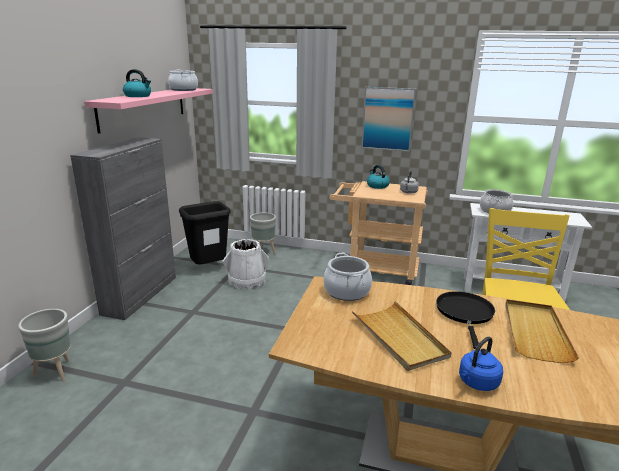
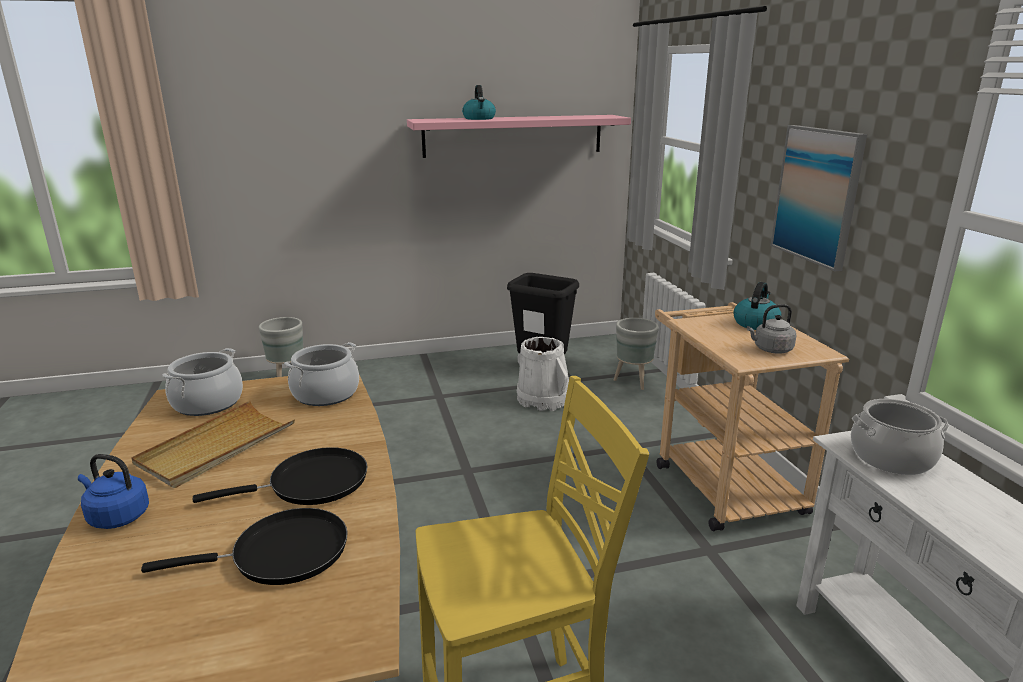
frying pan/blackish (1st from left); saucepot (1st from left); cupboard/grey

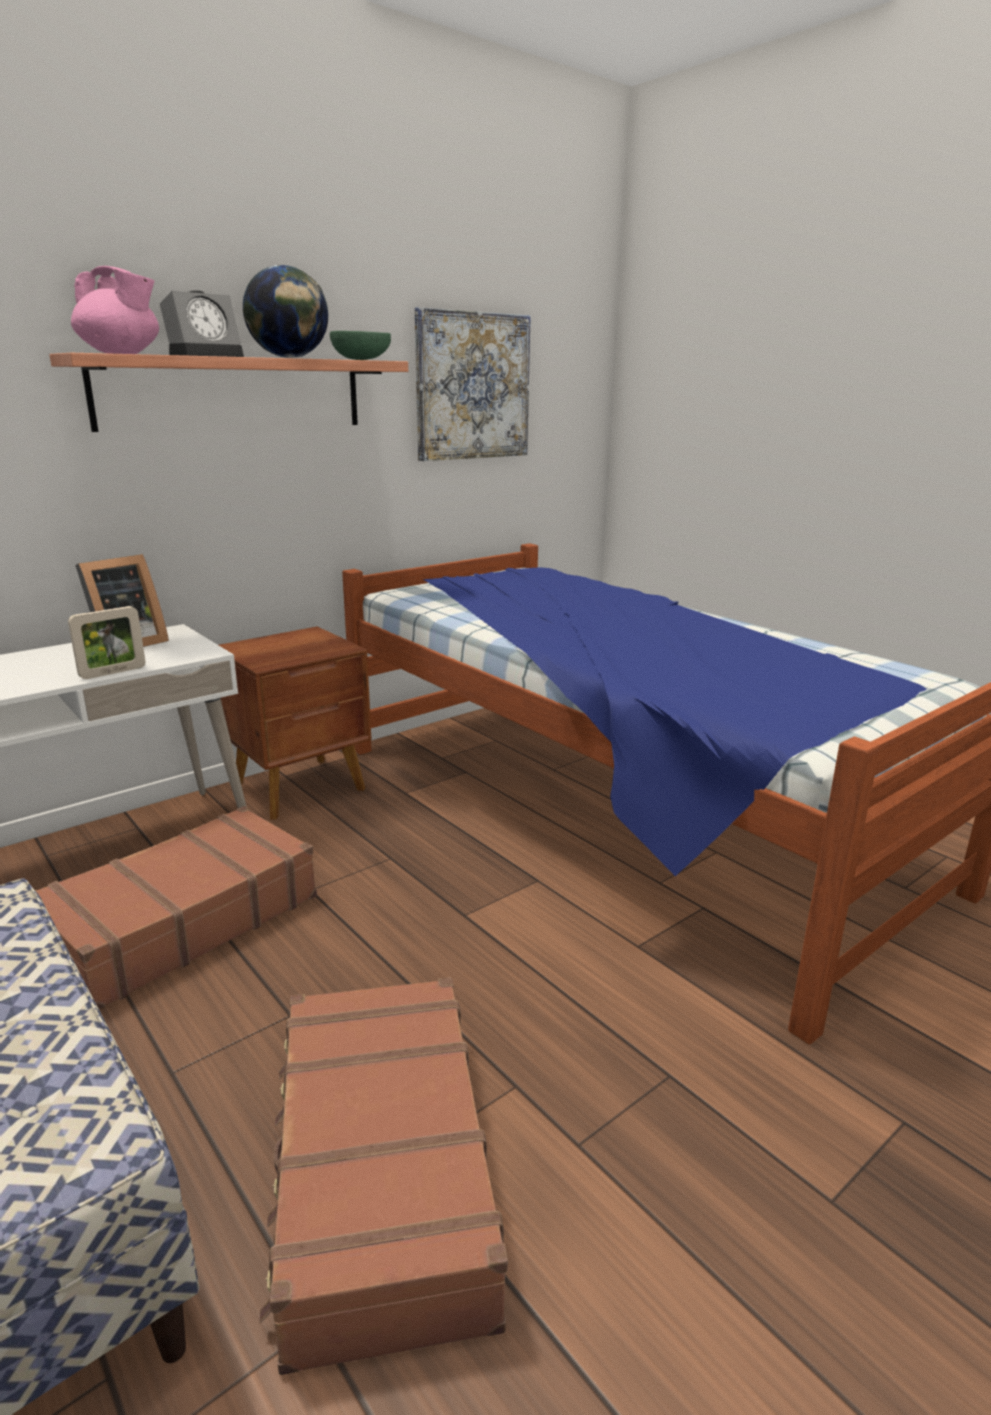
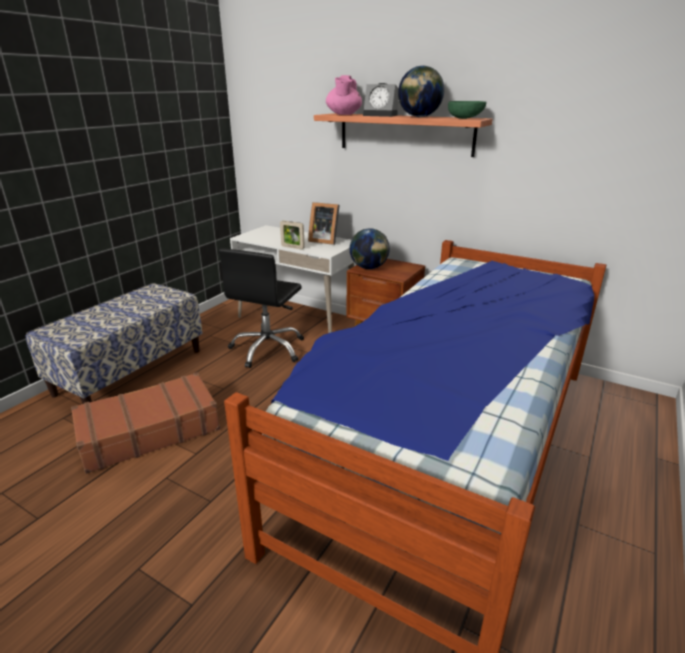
computer chair/blackish; desk globe (1st from left); wall art

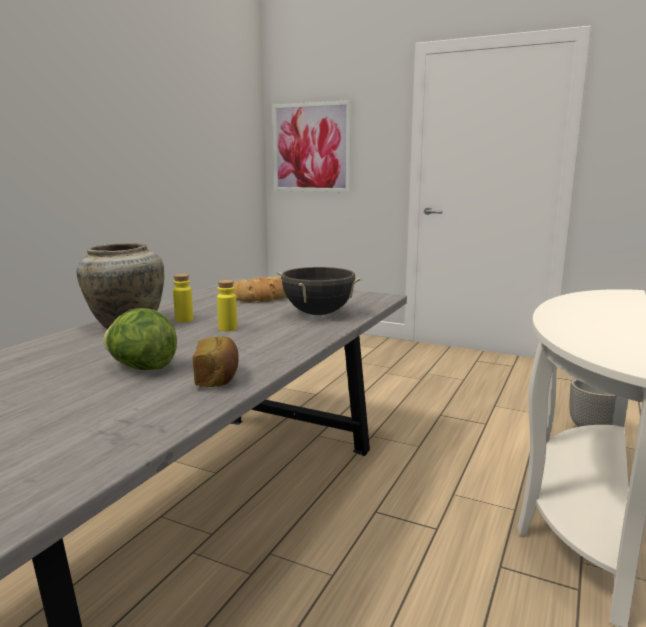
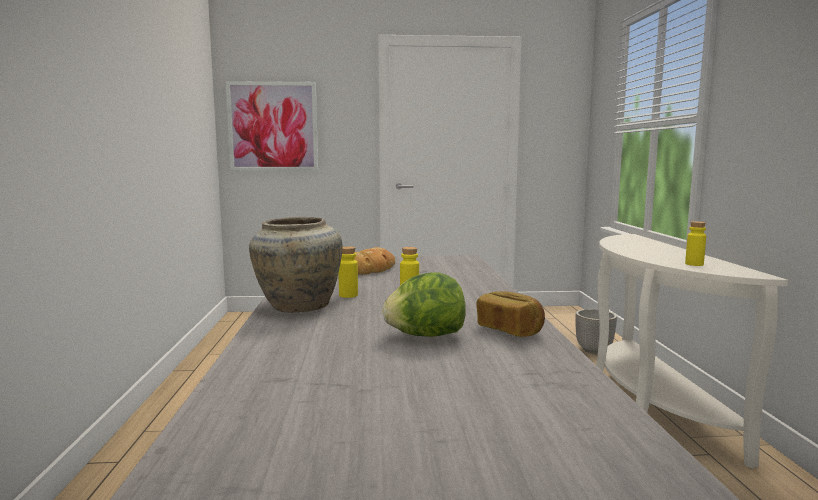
beverage bottle/yellow (3rd from left); saucepot/blackish

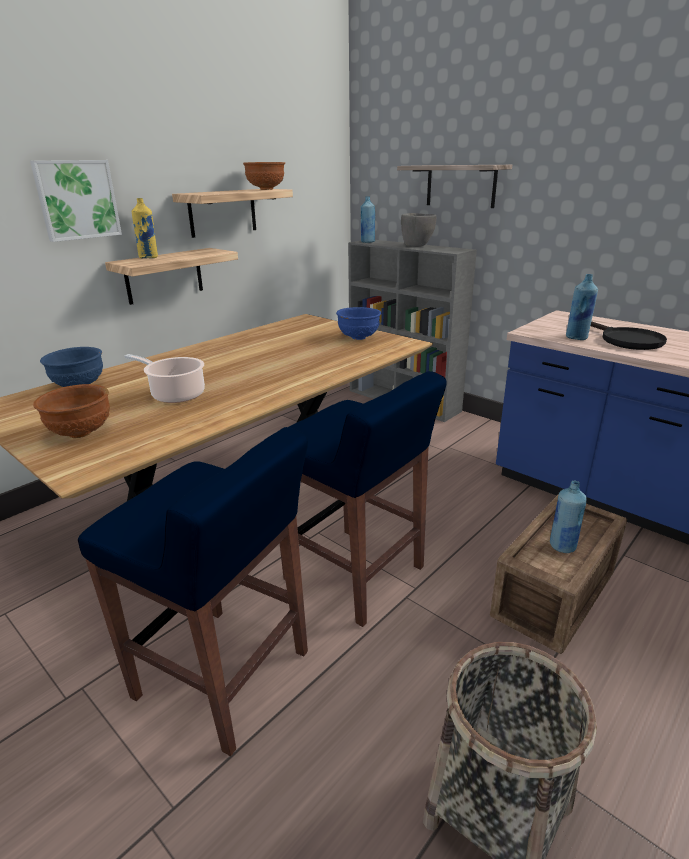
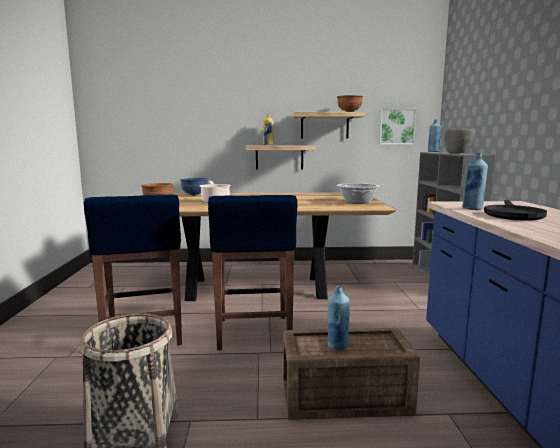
saucepot (2nd from left); wall art; bracket shelf (3rd from left in the first image)

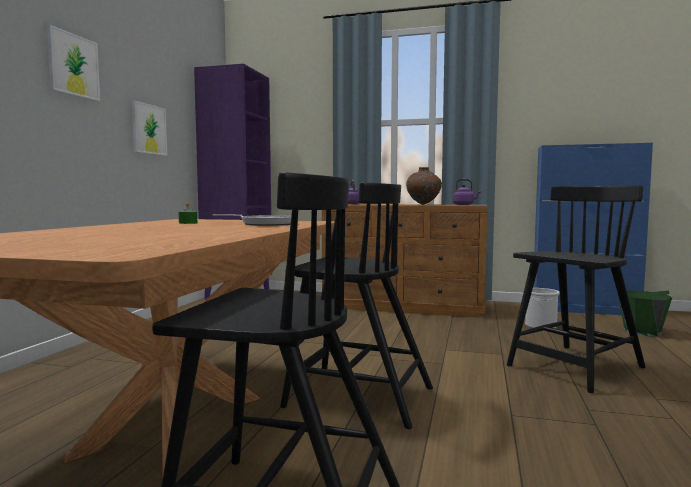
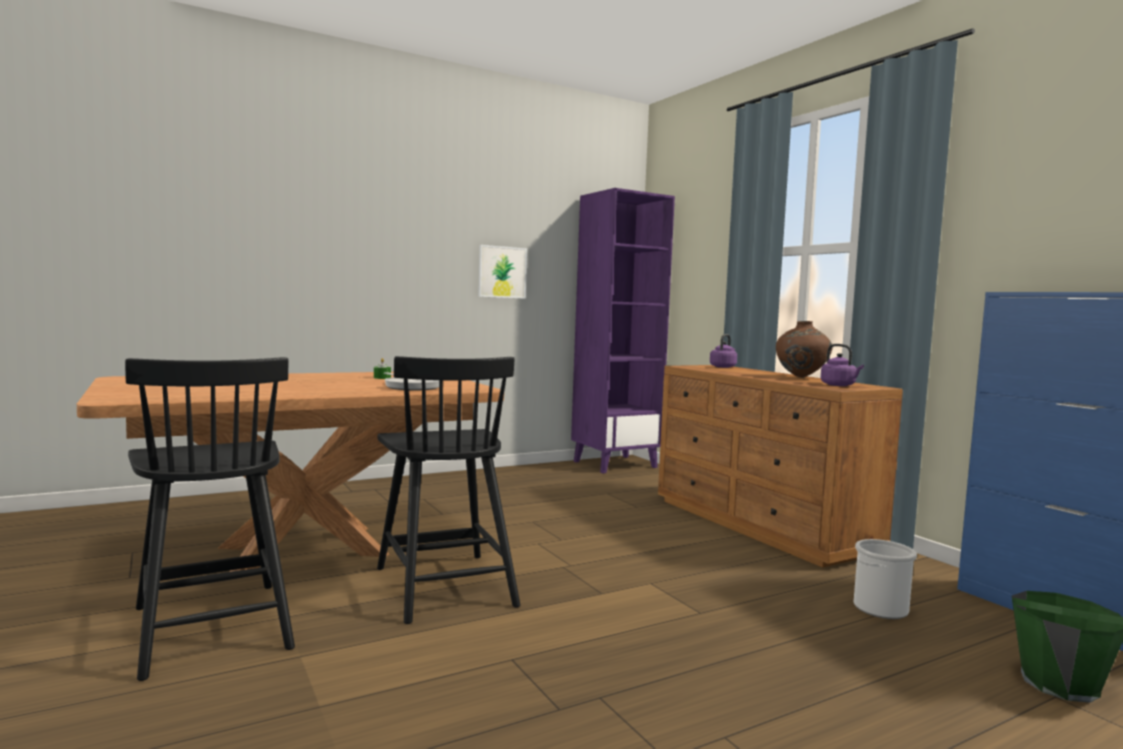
wall art (1st from left in the first image); chair/blackish (3rd from left in the first image)

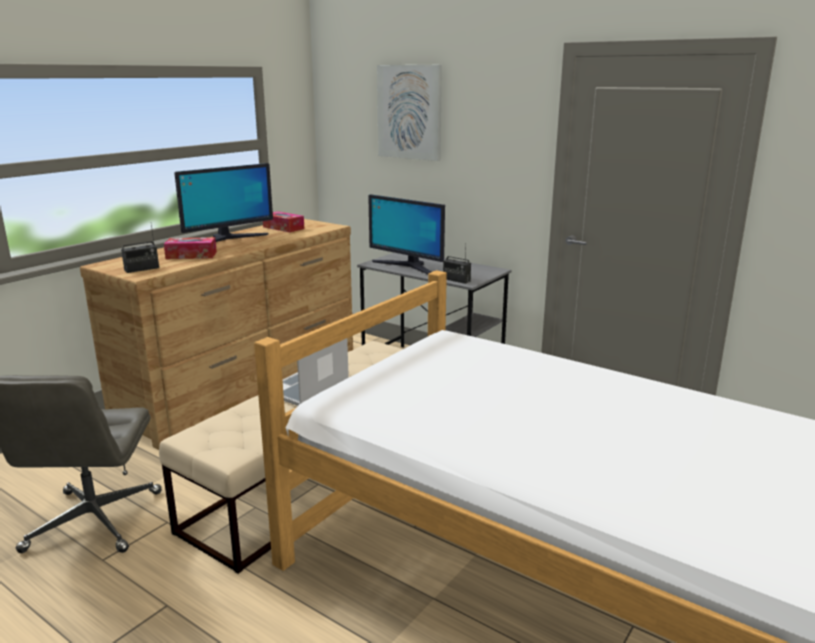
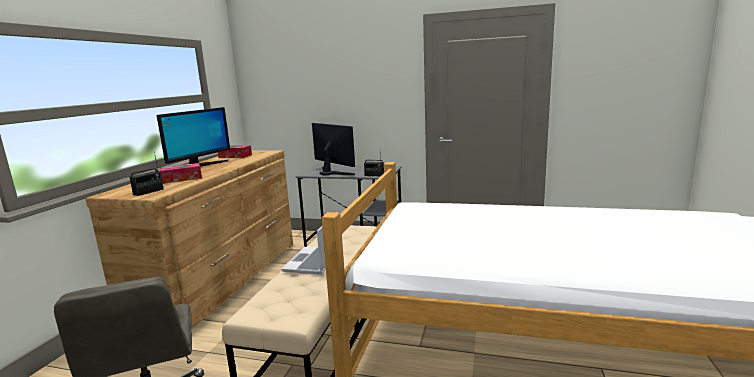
computer screen (2nd from left); wall art

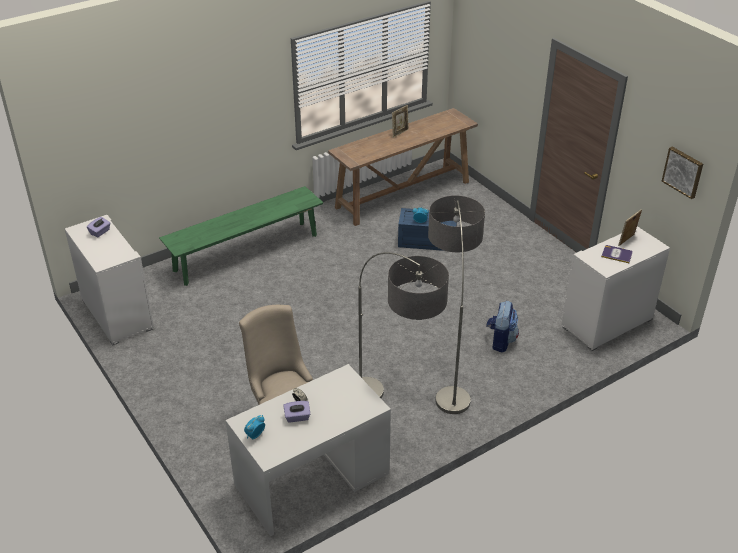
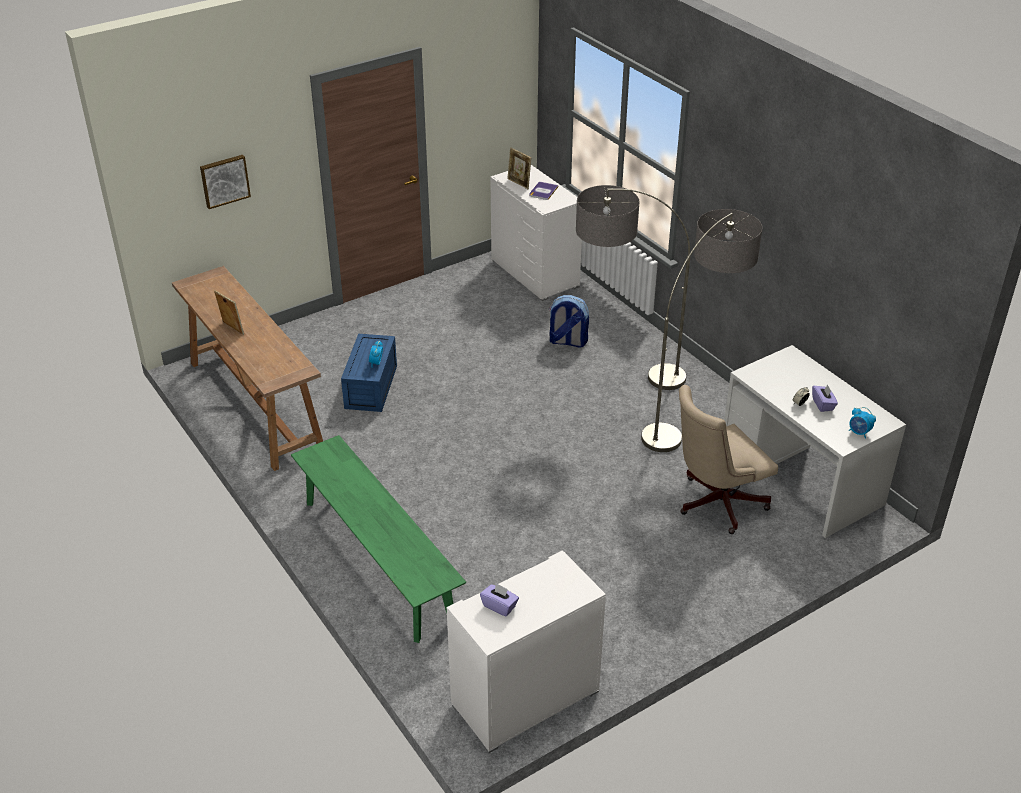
wall art

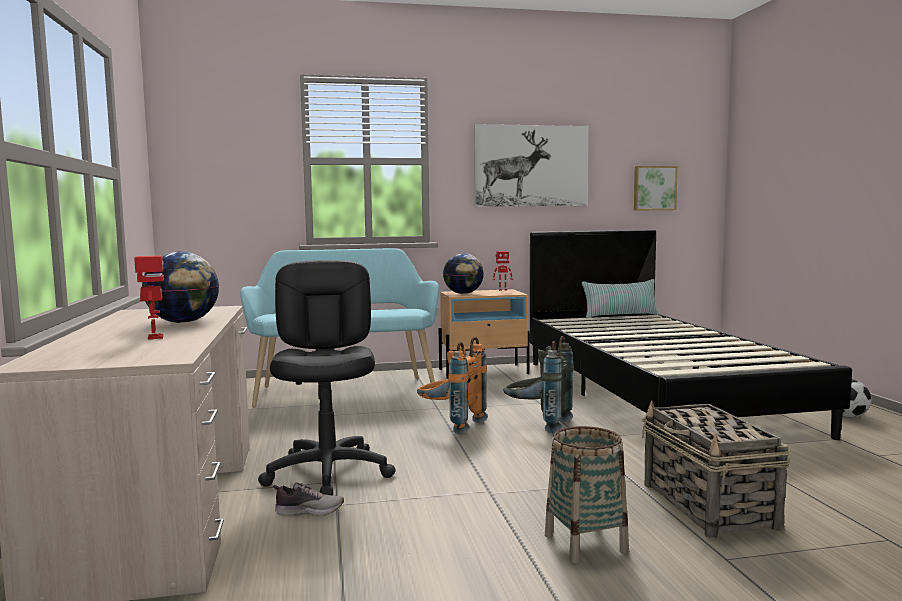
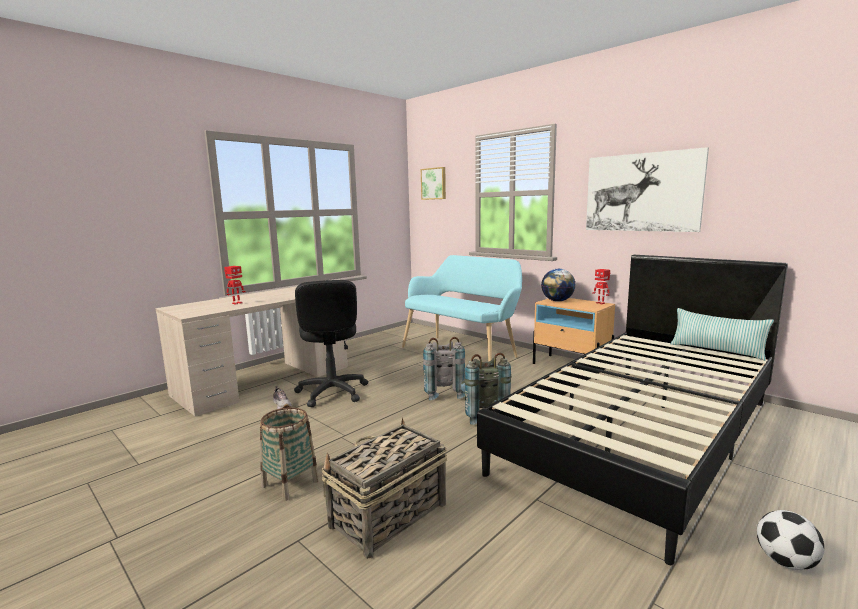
computer chair/blackish; wall art (1st from left); rucksack/grey (1st from left); desk globe (1st from left in the first image)

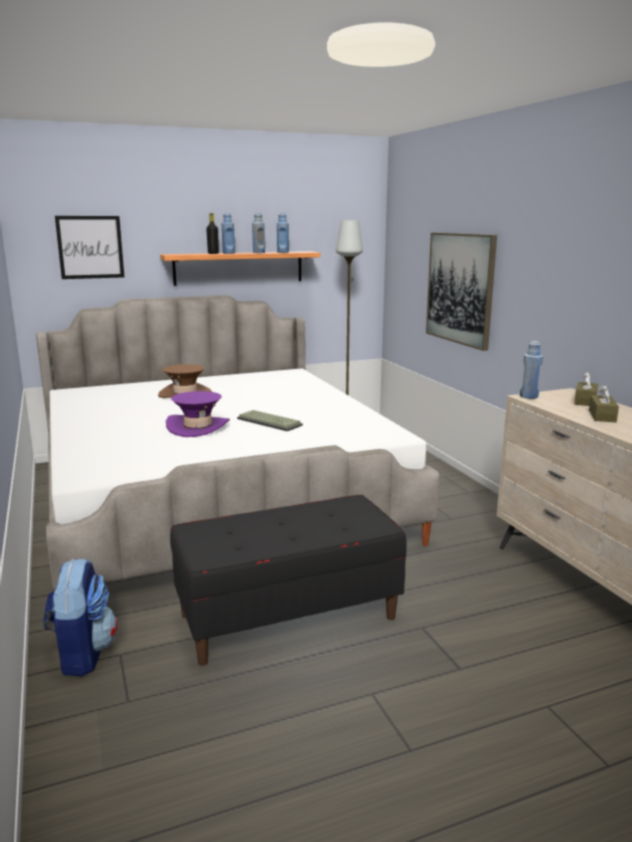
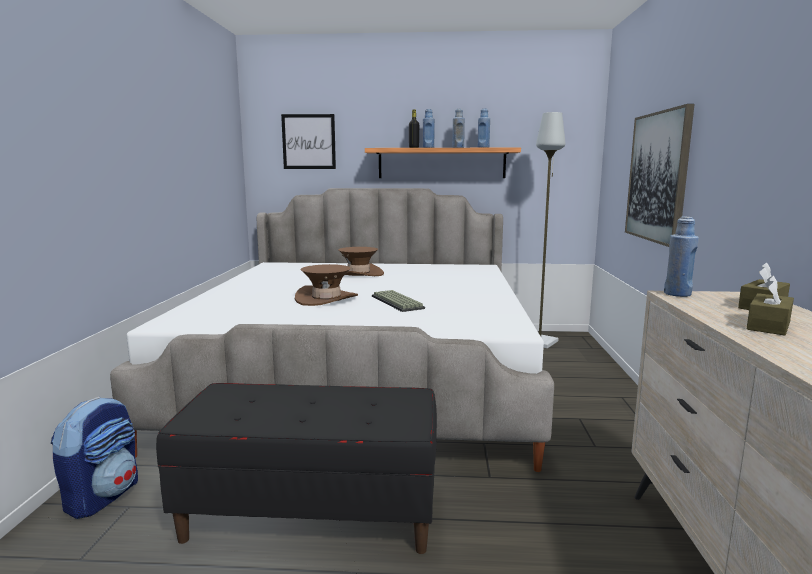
wearable hat/brown-coloured (1st from left)

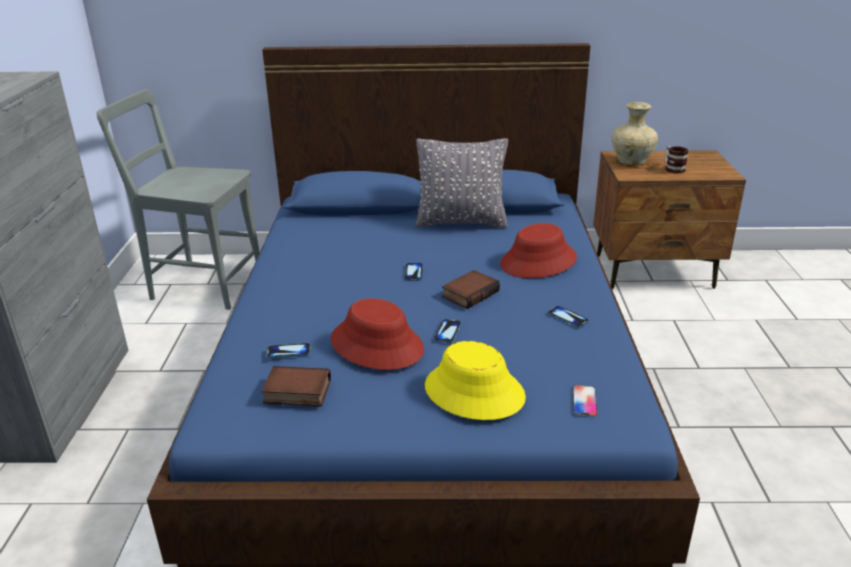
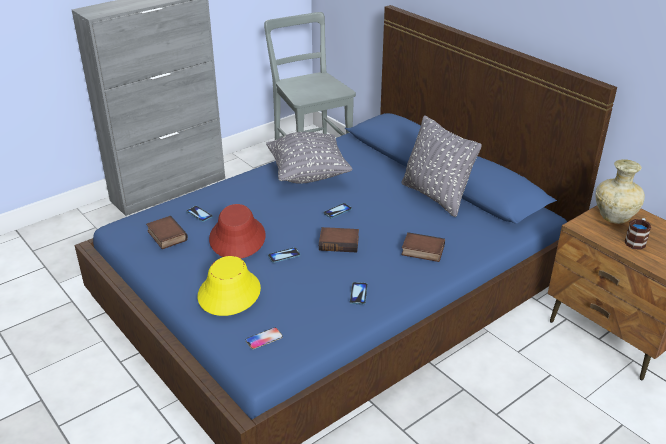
pillow/grey (1st from left); book (3rd from left)

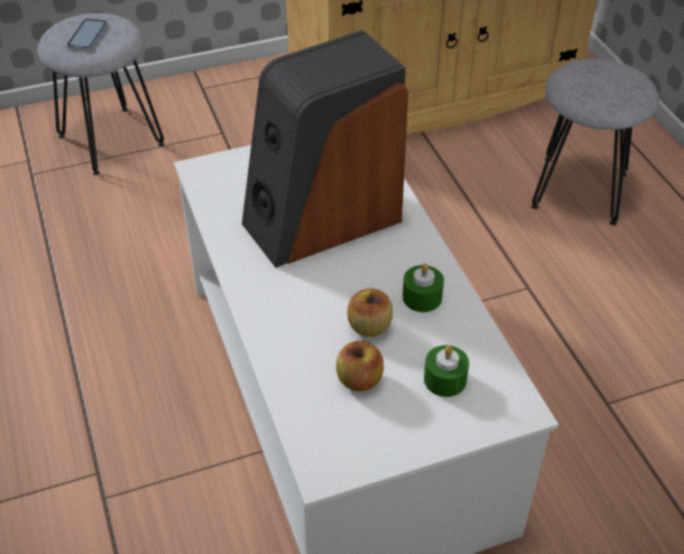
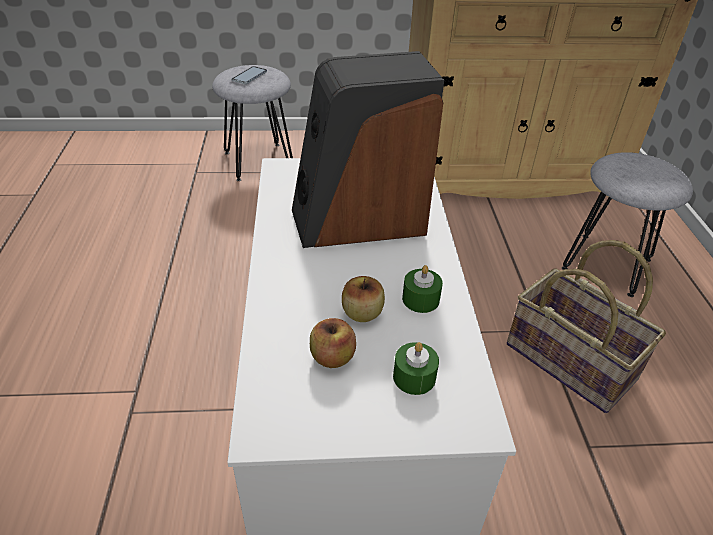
storage basket

